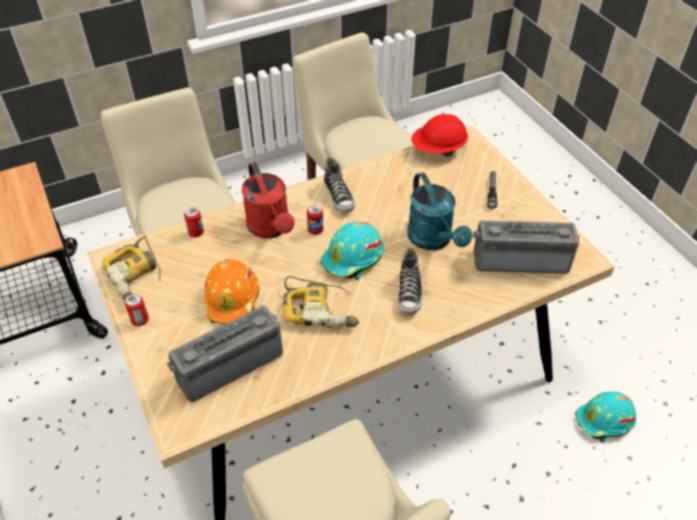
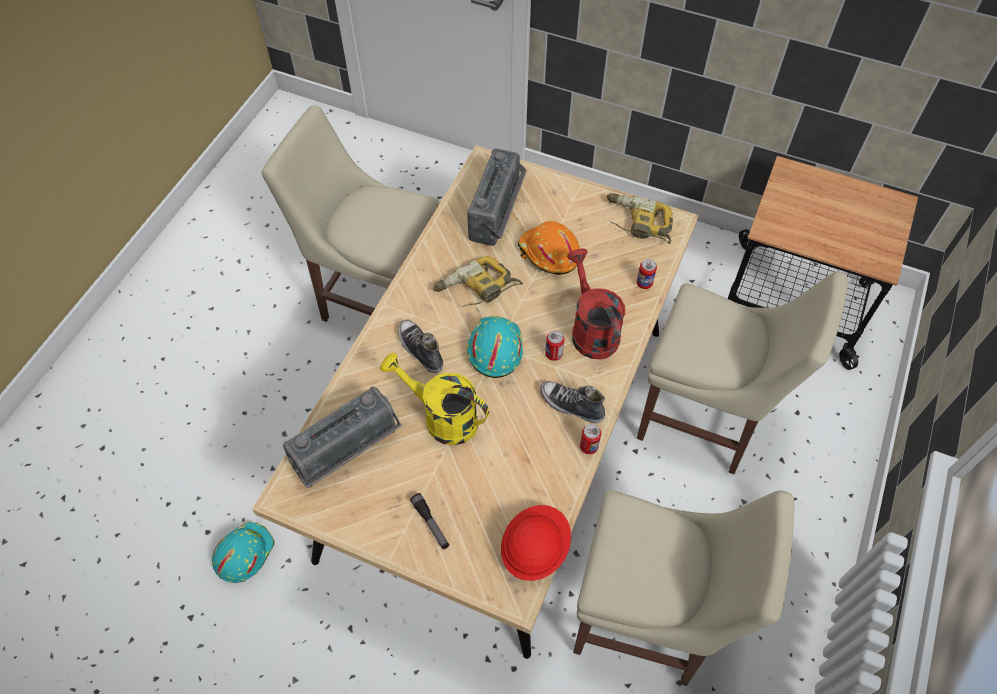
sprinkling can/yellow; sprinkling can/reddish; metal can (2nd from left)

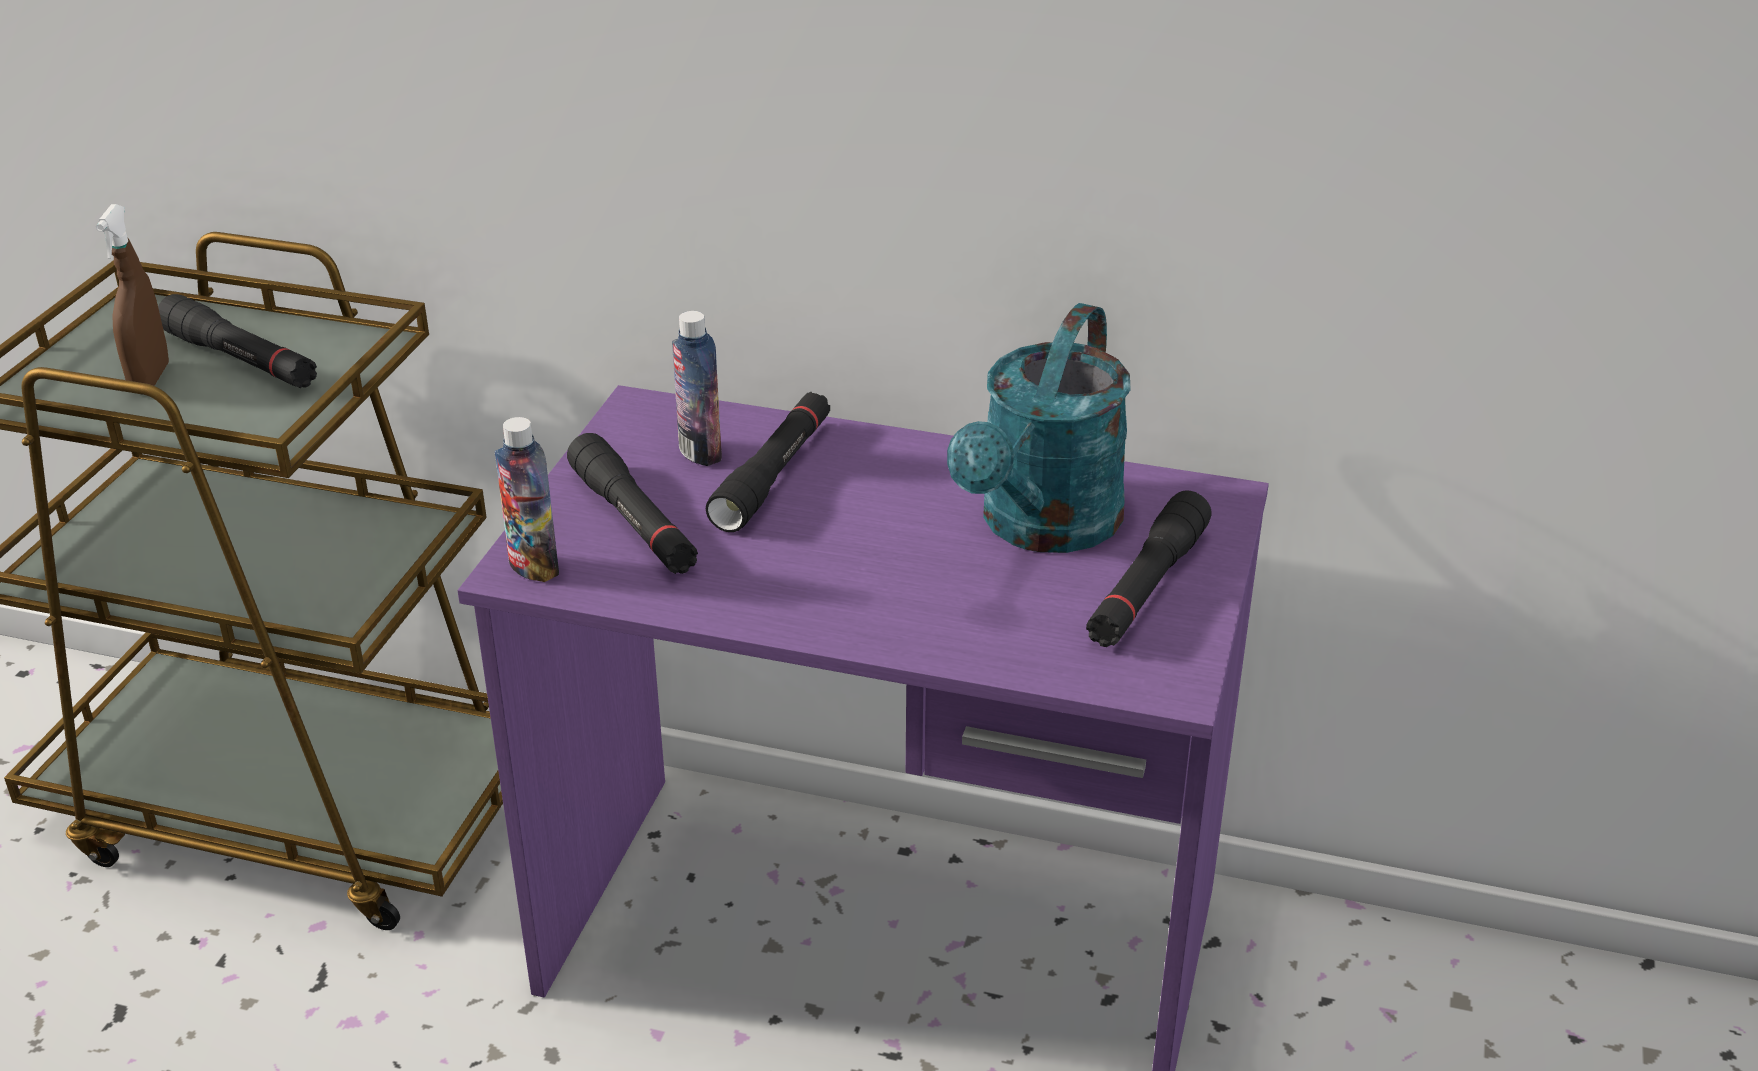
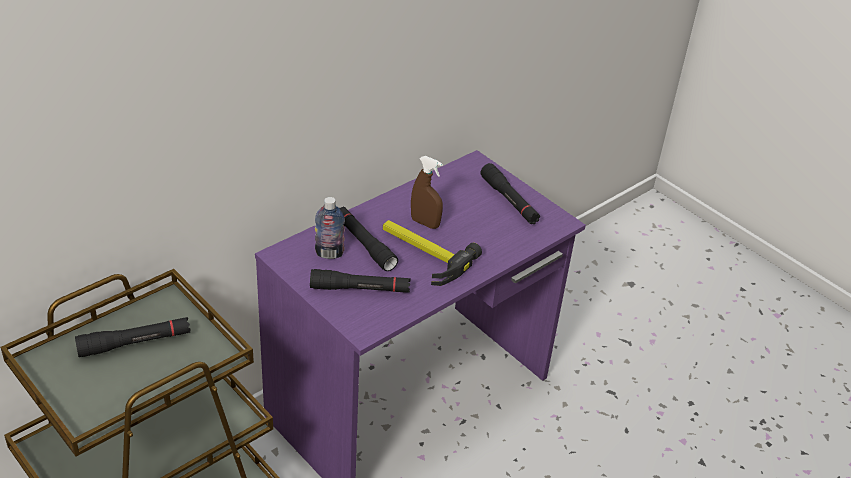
hammer; hand sprayer/brown-coloured; beverage bottle (1st from left in the first image); sprinkling can/blue-green

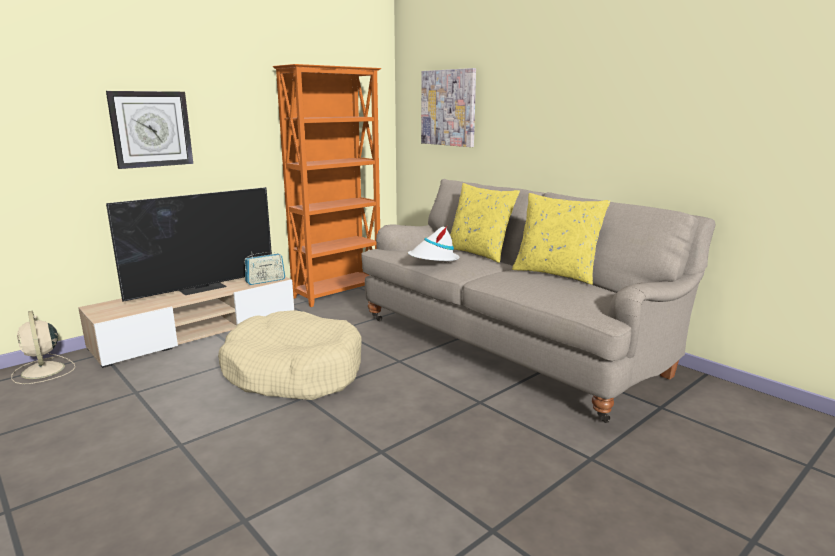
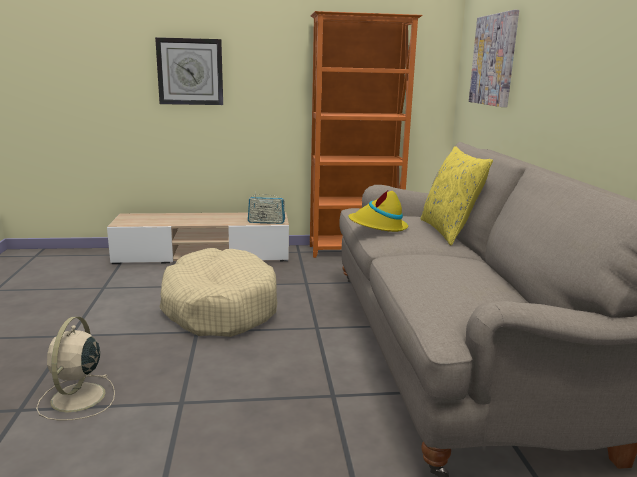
cooling fan/beige; wearable hat/yellow; television; pillow/yellow (2nd from left in the first image)

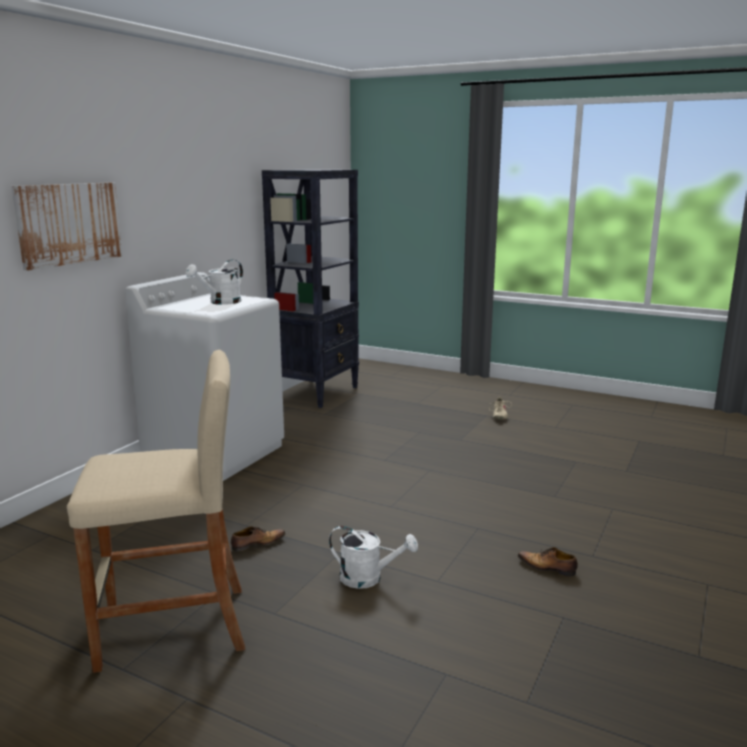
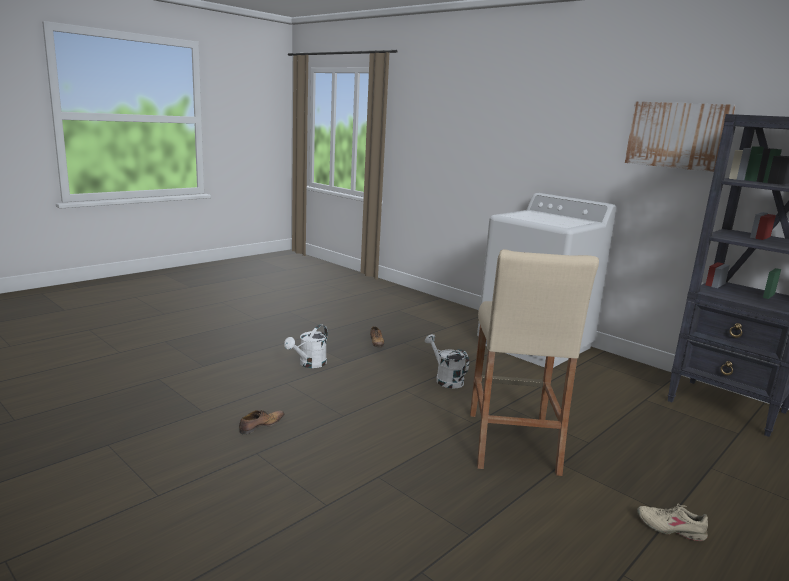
sprinkling can/white-coloured (2nd from left); stool seat/beige; wall art

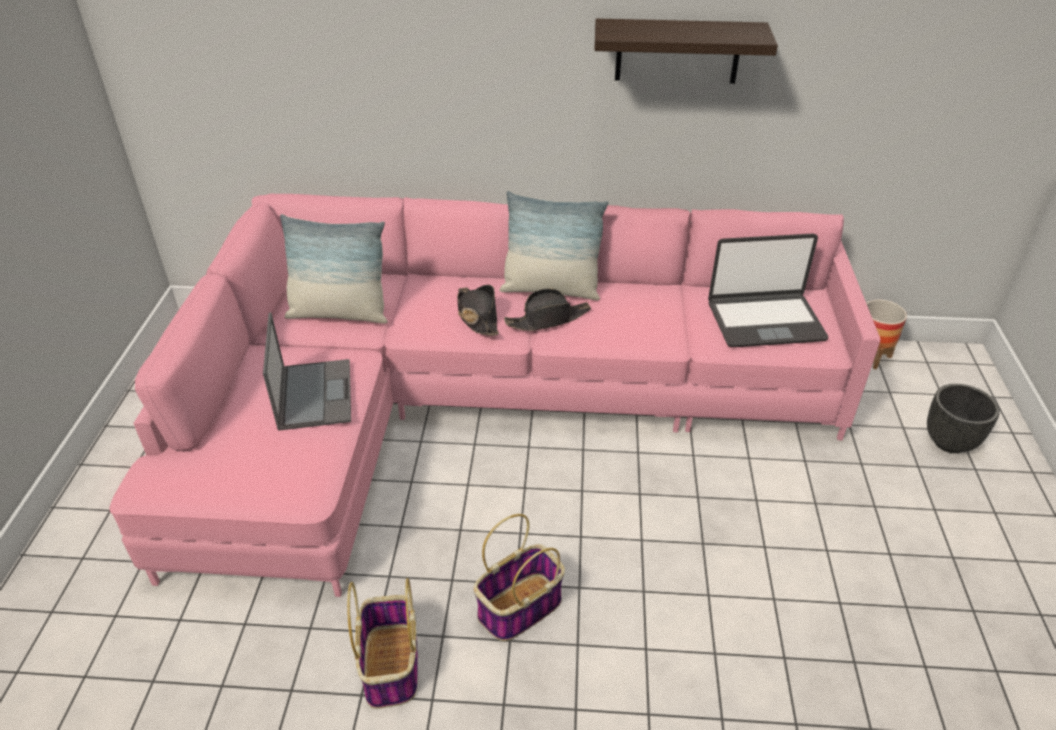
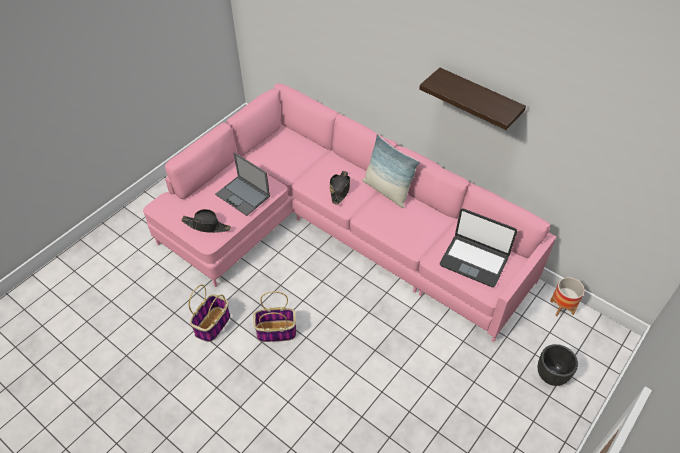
wearable hat/blackish (1st from left); portable computer (1st from left); pillow (1st from left in the first image)

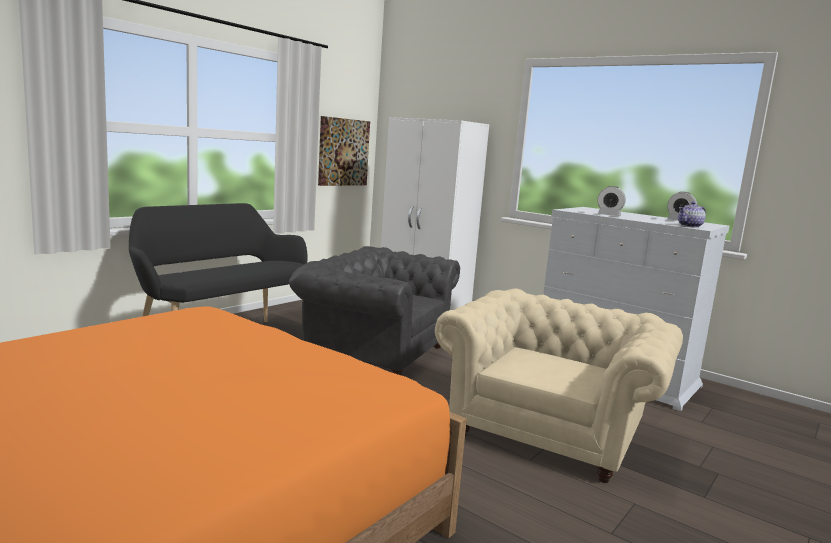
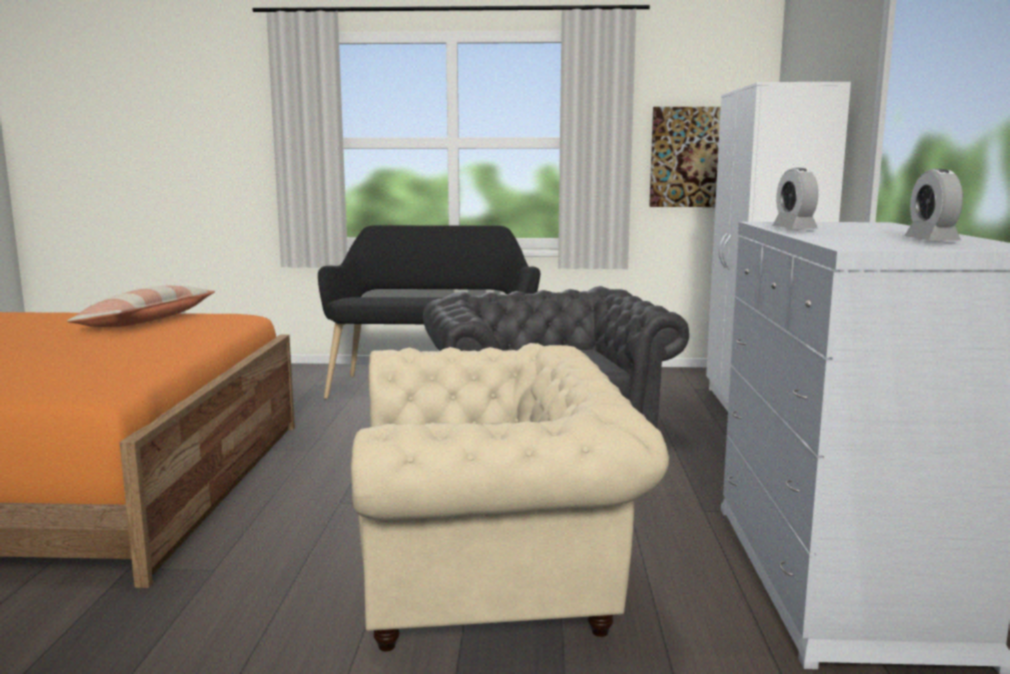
pillow; pot for tea

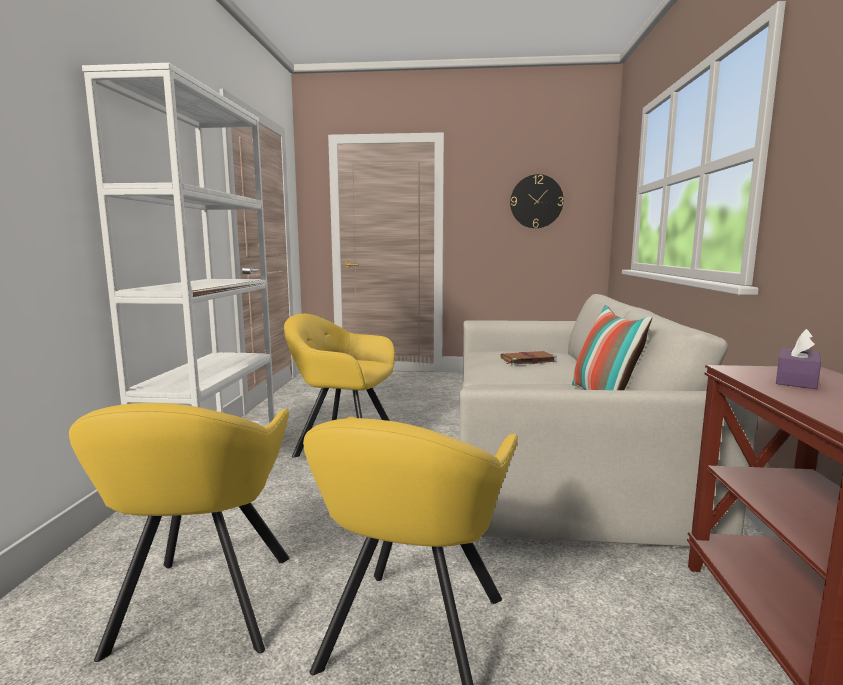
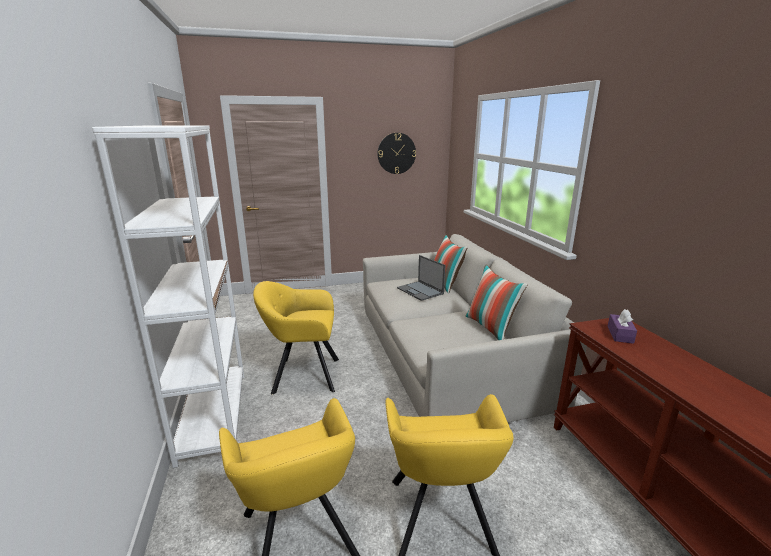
portable computer; pillow (1st from left)

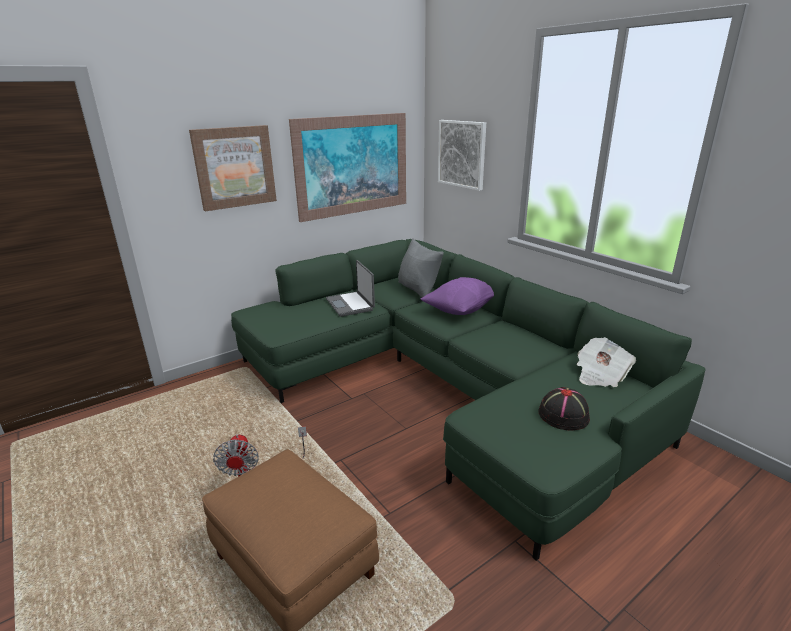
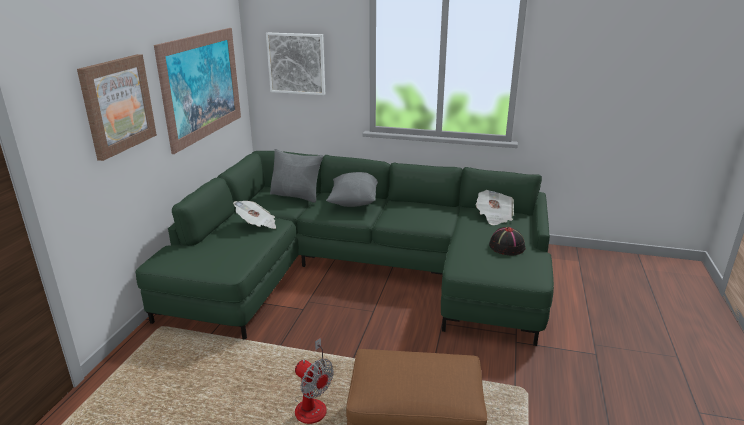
printed paper (1st from left); pillow/grey (2nd from left)

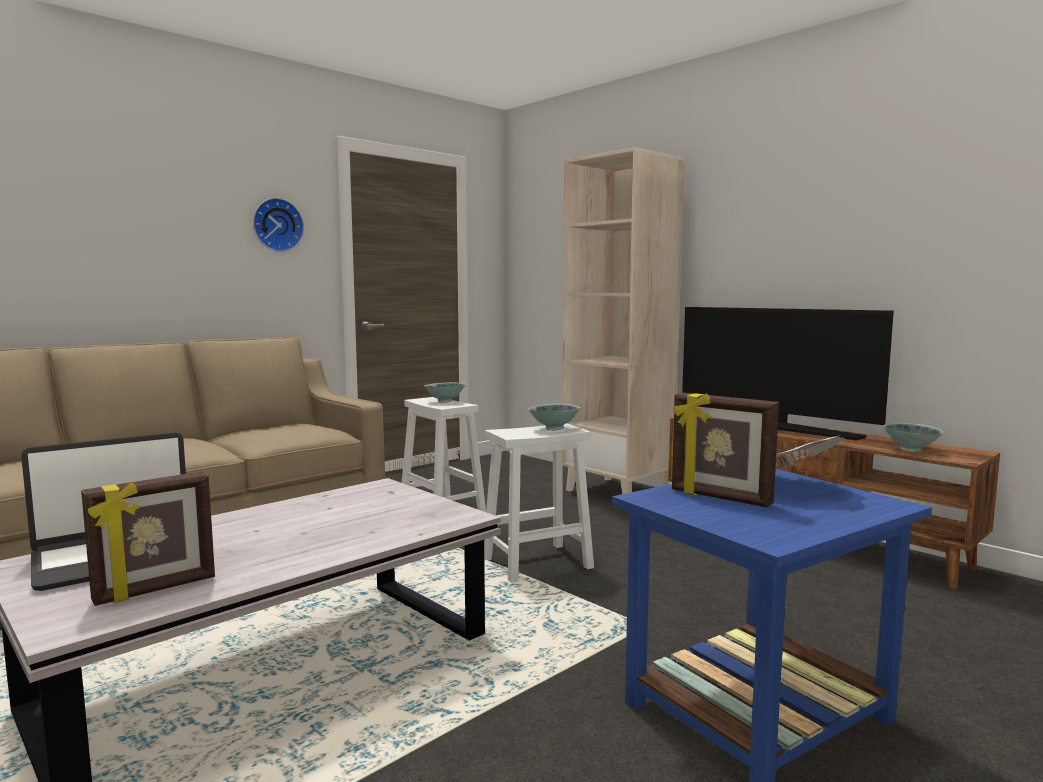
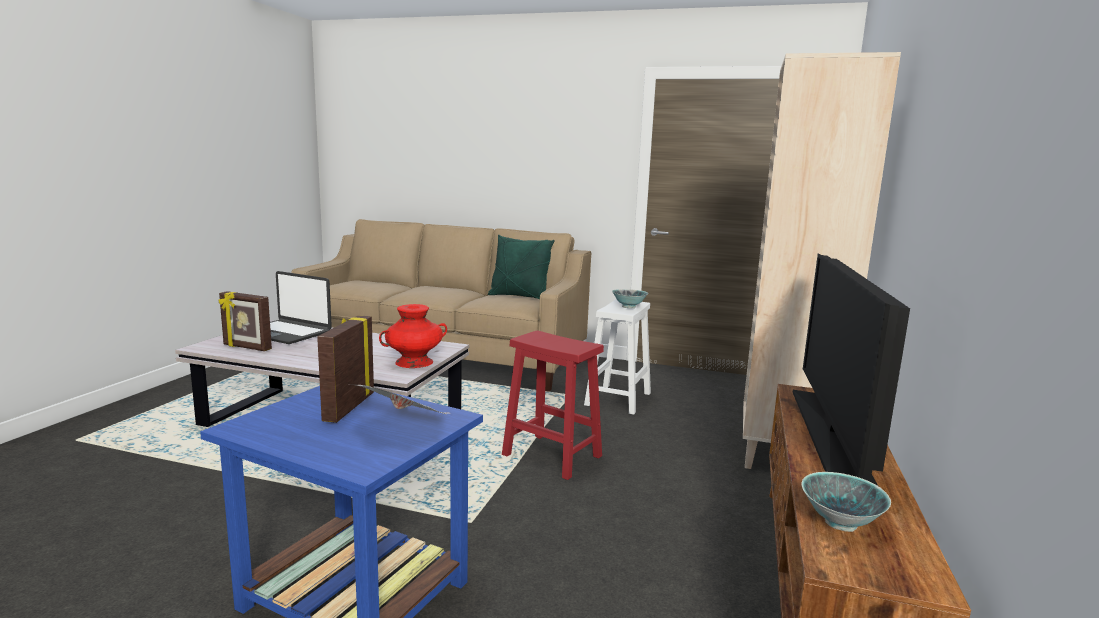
flower vase/reddish; pillow/green; stool seat/reddish; clock on the wall; serving bowl (2nd from left in the first image)

